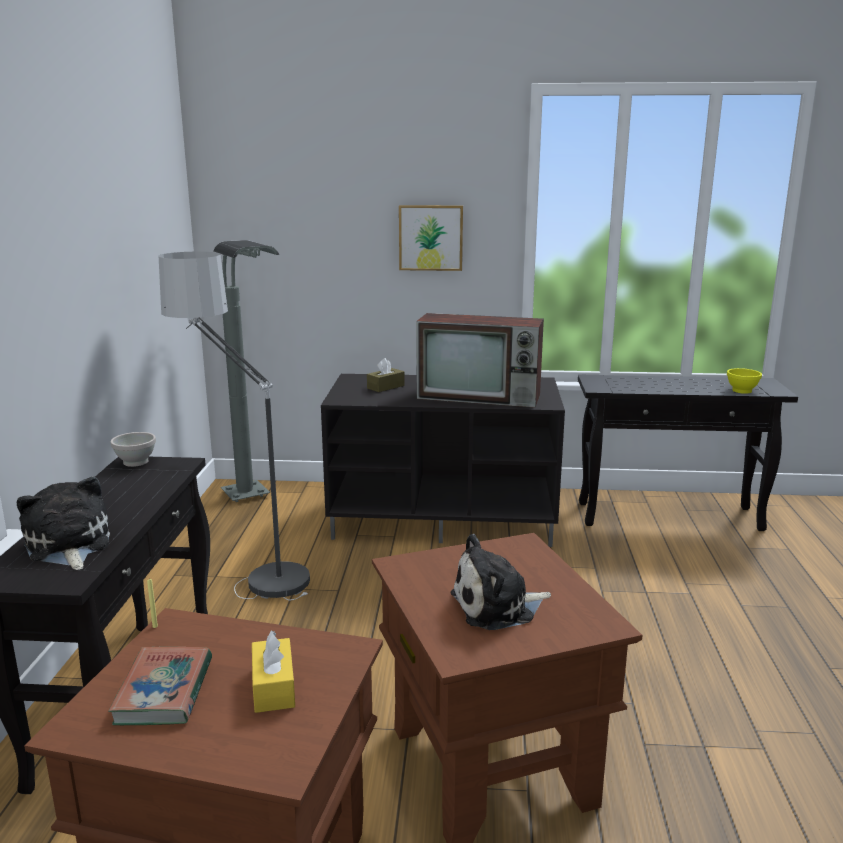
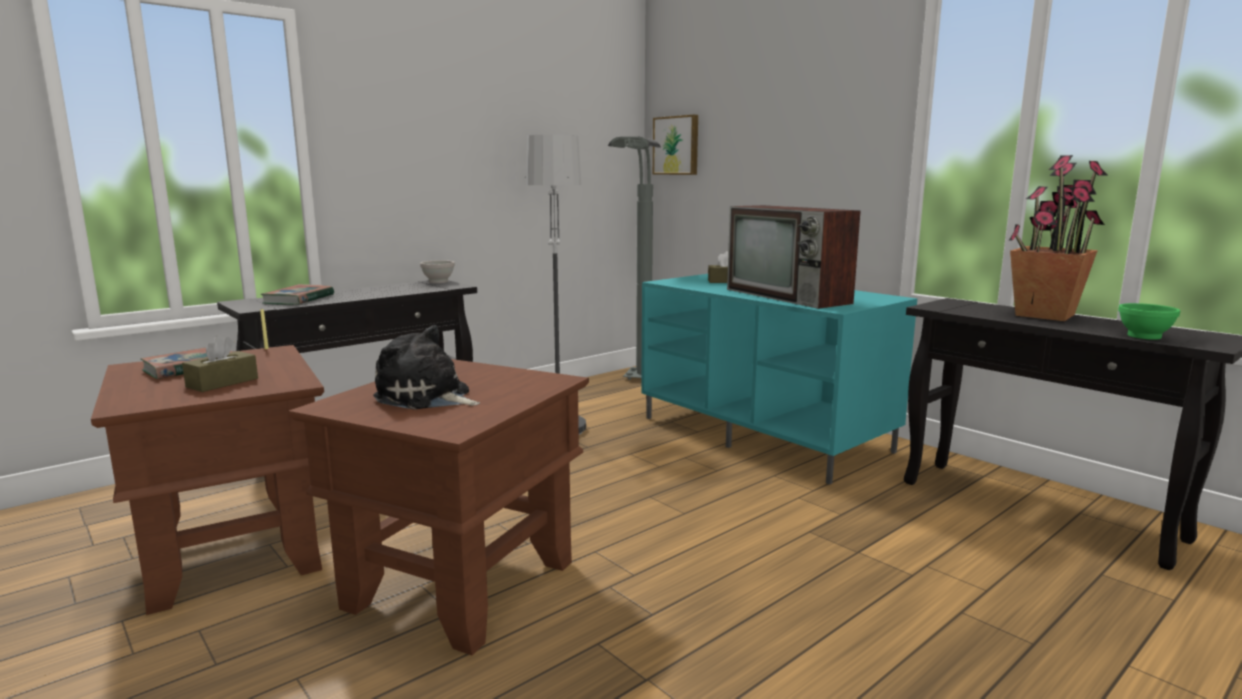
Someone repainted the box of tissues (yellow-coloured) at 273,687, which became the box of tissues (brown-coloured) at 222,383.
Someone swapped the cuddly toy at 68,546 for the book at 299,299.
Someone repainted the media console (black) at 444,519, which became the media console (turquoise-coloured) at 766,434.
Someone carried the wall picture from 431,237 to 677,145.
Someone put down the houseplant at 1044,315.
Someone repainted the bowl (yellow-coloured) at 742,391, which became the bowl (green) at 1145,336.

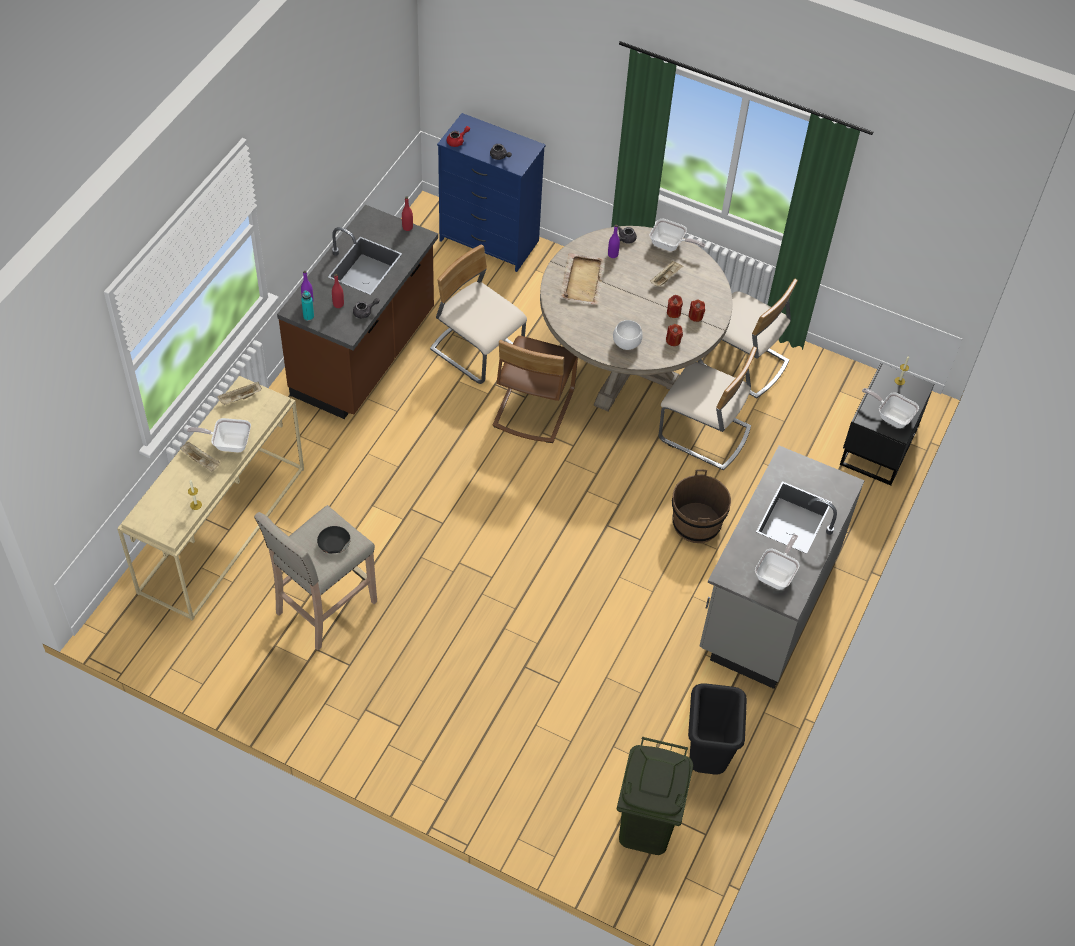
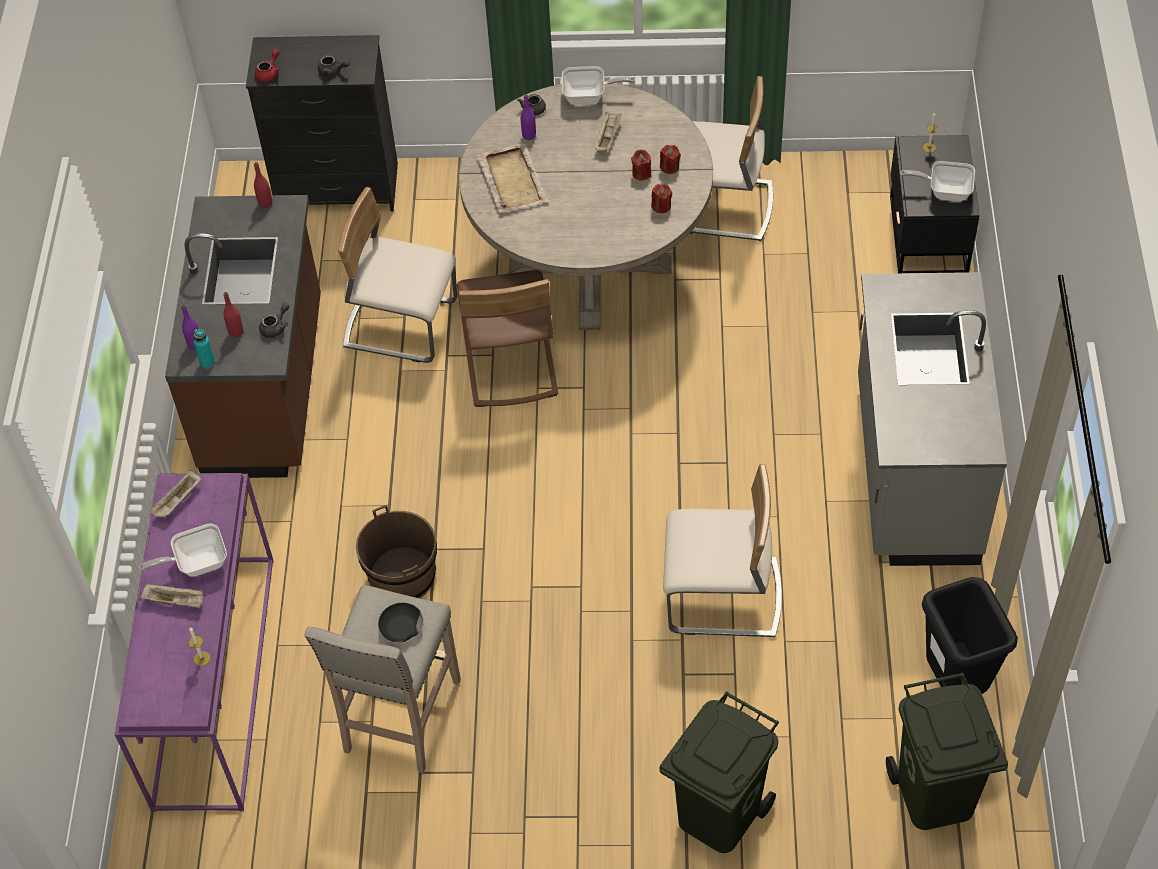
Someone repainted the narrow table (sand-coloured) at 222,528, which became the narrow table (purple) at 213,679.
Someone repainted the chest of drawers (blue-coloured) at 488,241, which became the chest of drawers (black) at 337,188.
Someone carried the water bucket (brown-coloured) from 696,523 to 402,576.
Someone put down the waste bin (green) at 717,813.
Someone carried the upright chair (sand-coloured) from 704,434 to 723,597.
Someone took away the bowl (white) at 625,344.
Someone took away the skillet at 776,574.

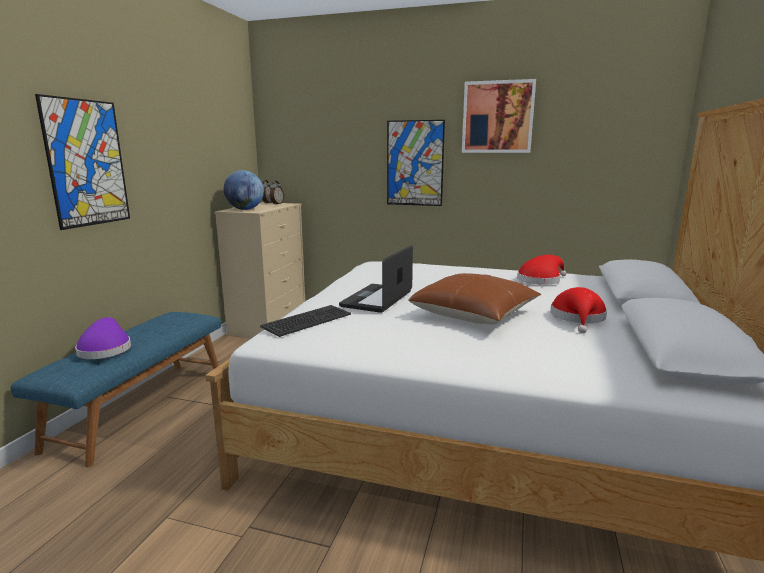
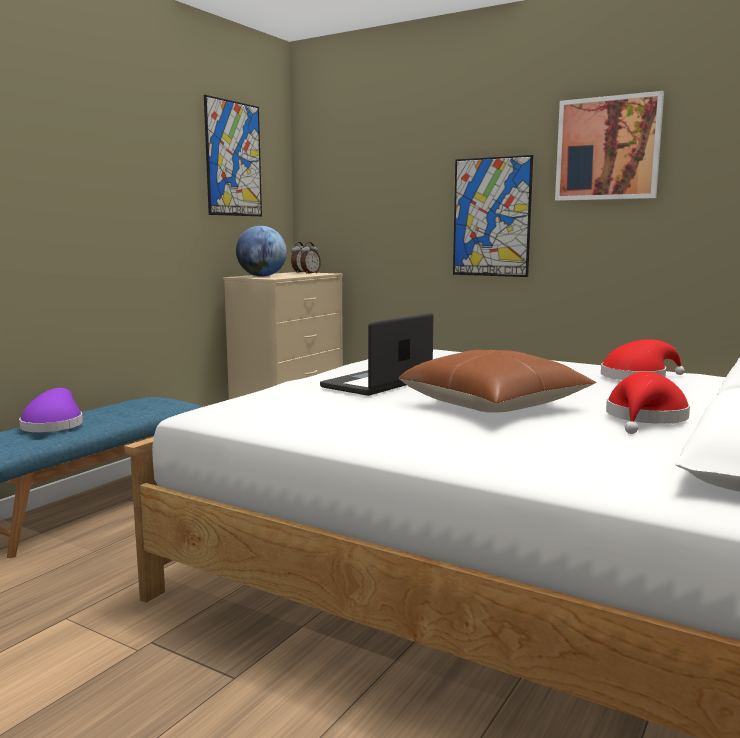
Someone carried the wall picture from 87,163 to 233,159.
Someone took away the PC keyboard at 308,321.

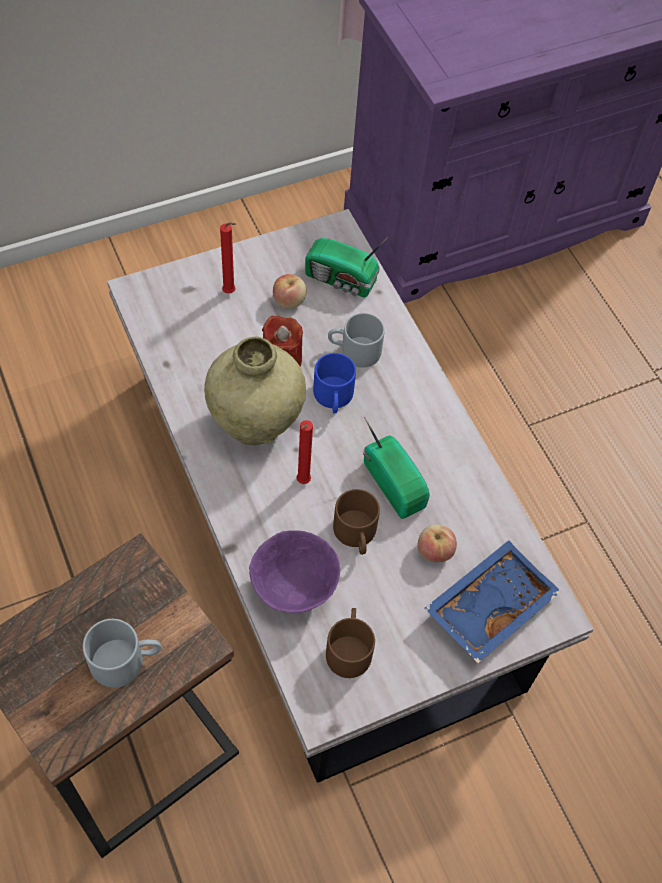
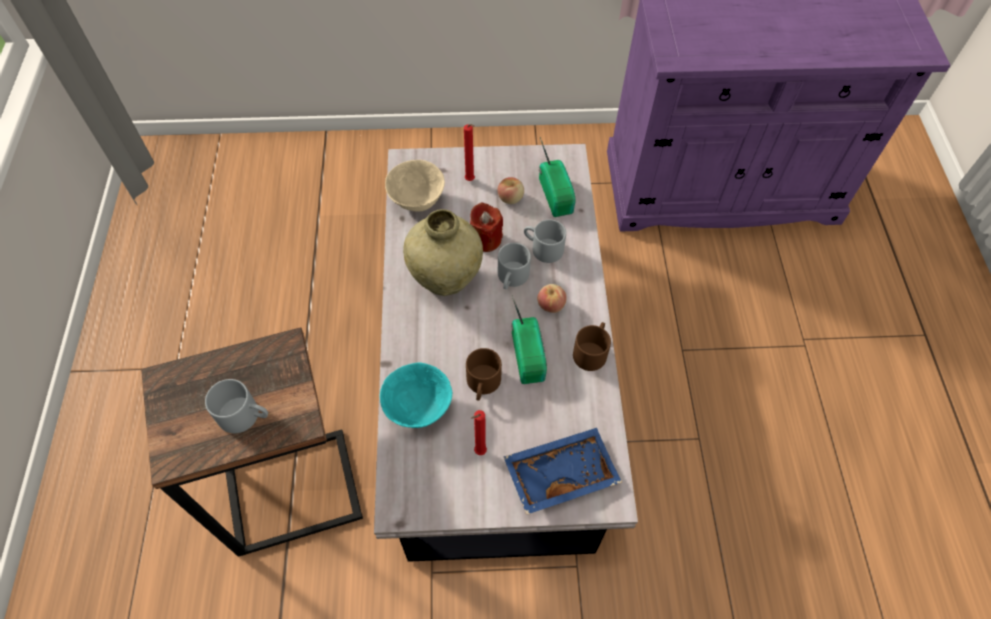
Someone repainted the bowl (purple) at 293,588, which became the bowl (turquoise-coloured) at 418,408.
Someone put down the bowl (sand-coloured) at 417,202.
Someone carried the wax candle (red-coloured) from 302,482 to 478,452.
Someone repainted the mug (blue-coloured) at 334,398, which became the mug (gray) at 512,278.
Someone carried the apple fruit from 434,551 to 551,305.
Someone rotated the radio receiver at 342,280 by 150 degrees counterclockwise.
Someone carried the mug (brown-coloured) from 348,648 to 591,350.

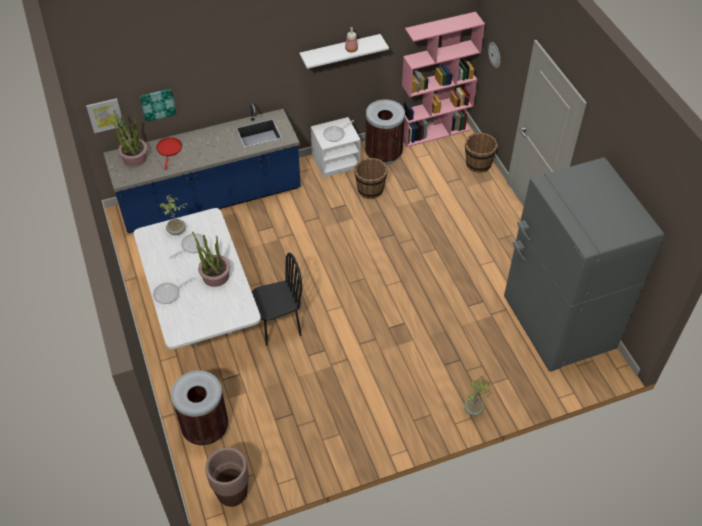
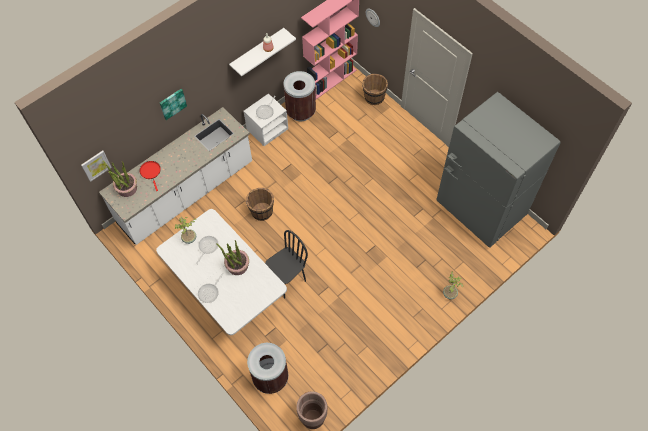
Someone repainted the counter (blue-coloured) at 211,200, which became the counter (white) at 186,194.
Someone carried the wall picture from 158,104 to 172,103.
Someone carried the water bucket (brown-coloured) from 370,189 to 261,211.

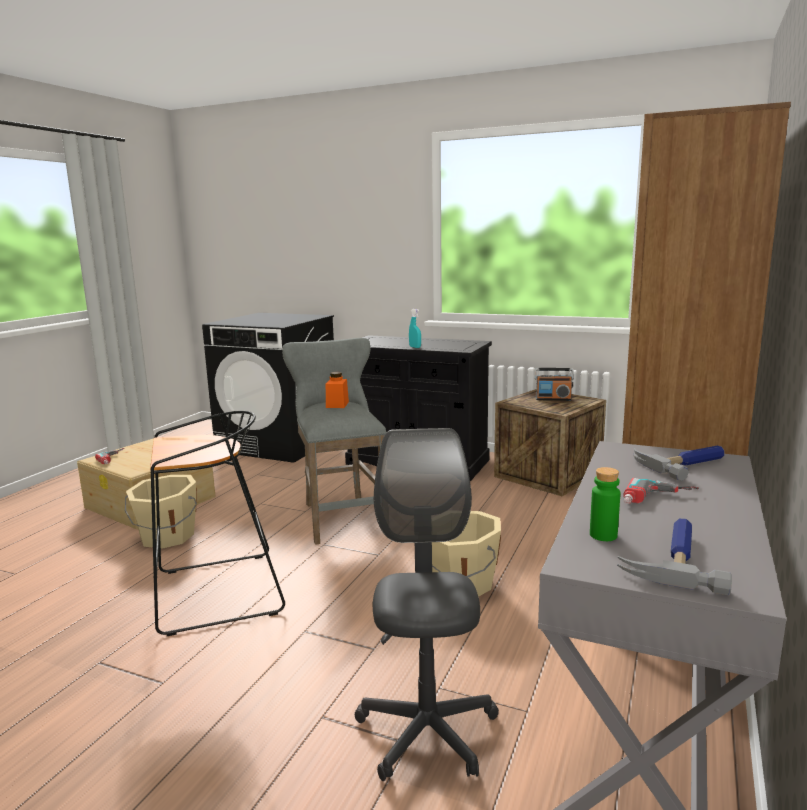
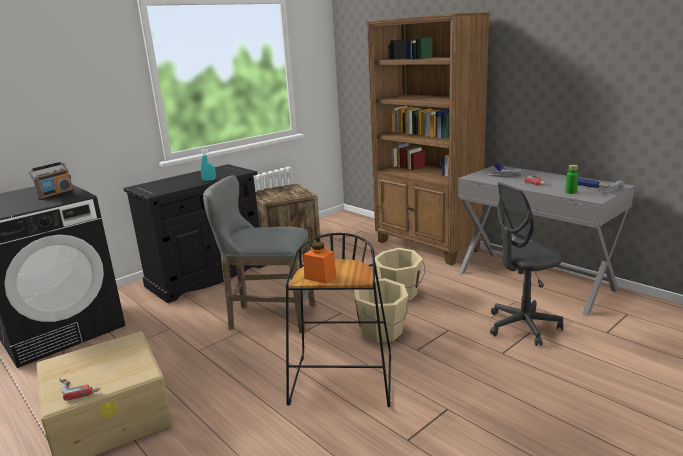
Someone carried the radio receiver from 553,399 to 55,195.
Someone carried the jar (orange) from 337,405 to 320,277.
Someone carried the water bucket (sand-coloured) from 167,537 to 382,331.
Someone rotated the office chair (gray) at 427,731 by 45 degrees counterclockwise.

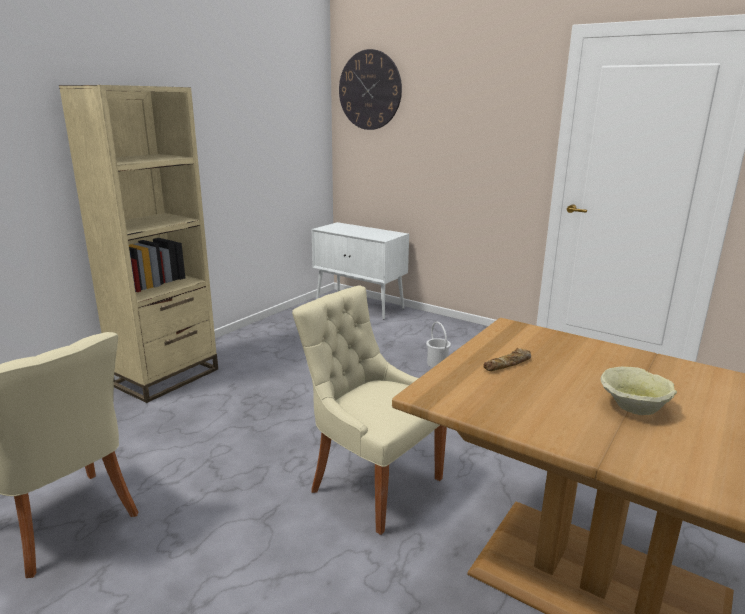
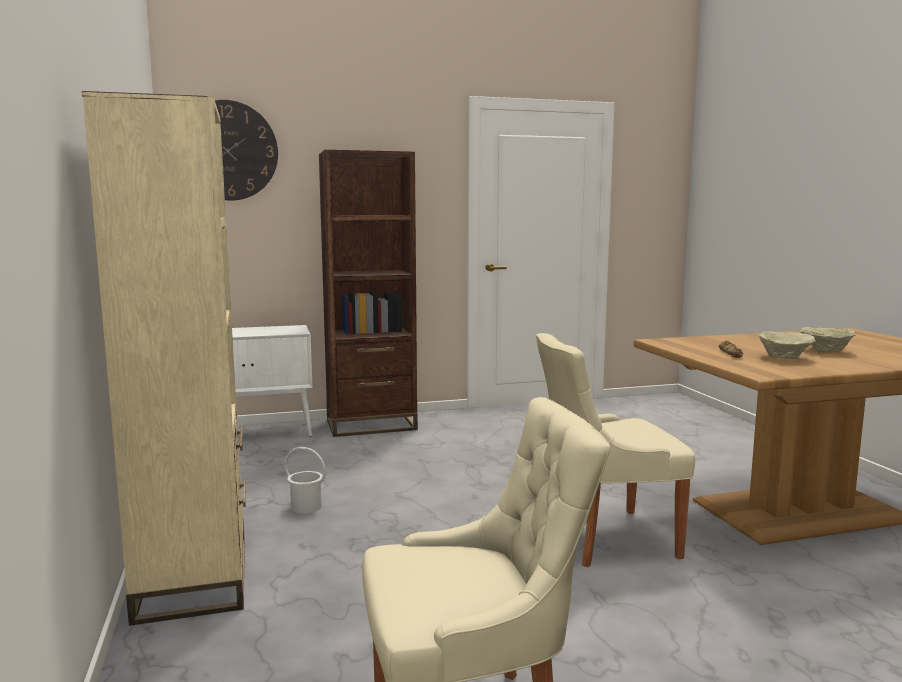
Someone carried the water bucket (white) from 437,363 to 306,507.
Someone put down the shelving unit (brown-coloured) at 371,425.
Someone put down the bowl (sand-coloured) at 785,358.

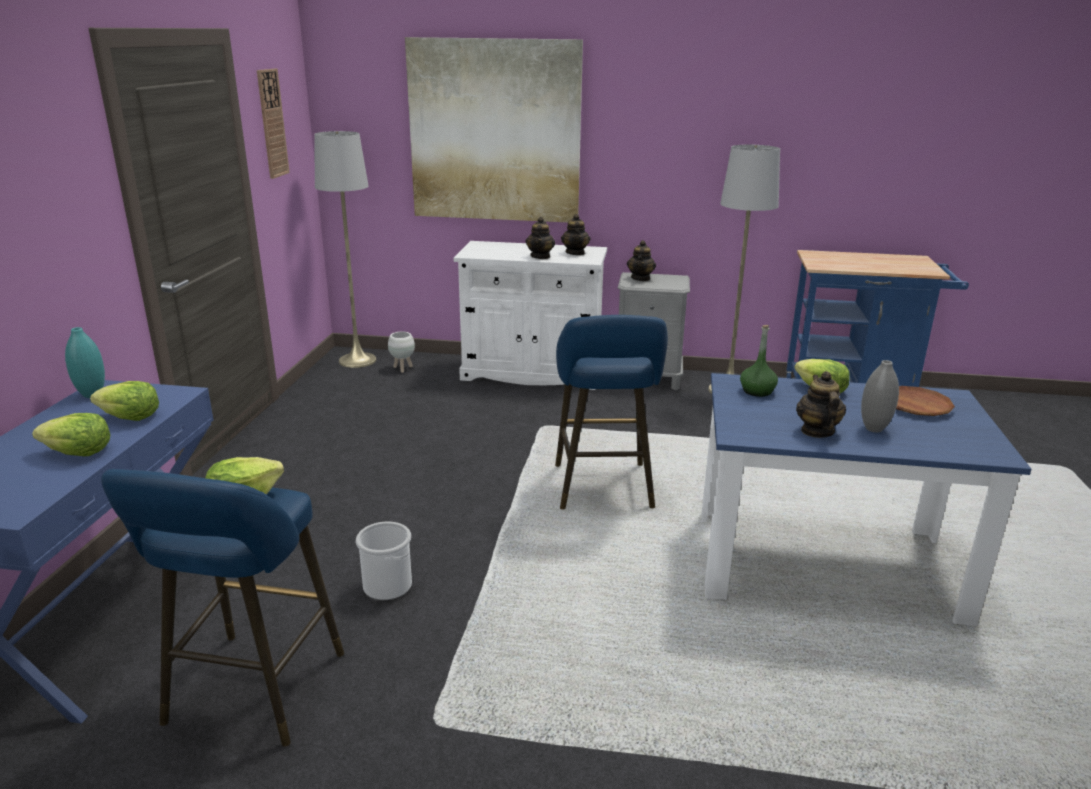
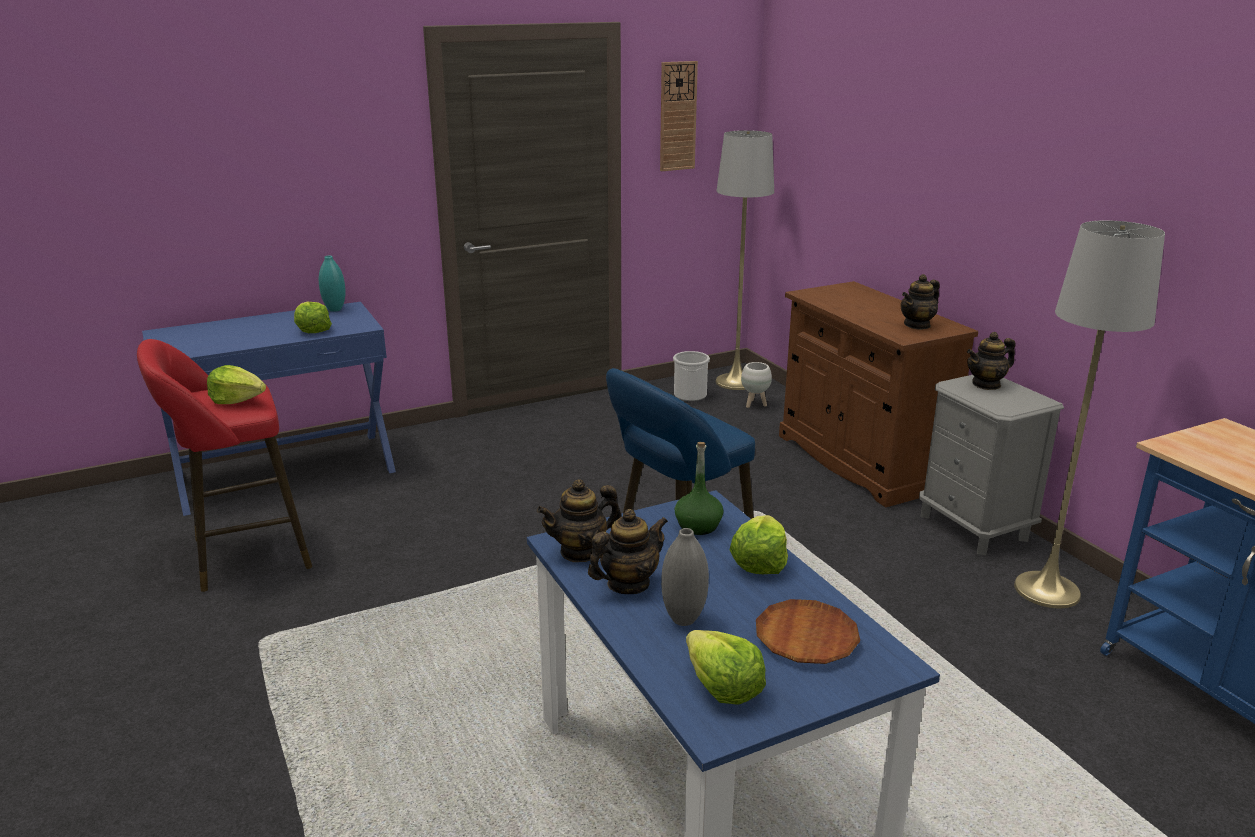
Someone repainted the sitting stool (blue-coloured) at 251,695, which became the sitting stool (red-coloured) at 243,555.
Someone carried the teapot from 540,256 to 580,551.
Someone carried the water bucket from 388,586 to 690,395.
Someone carried the lettuce head from 78,452 to 722,687.
Someone repainted the cabinet (white) at 532,373, which became the cabinet (brown-coloured) at 860,461.
Someone took away the wall picture at 495,131.

